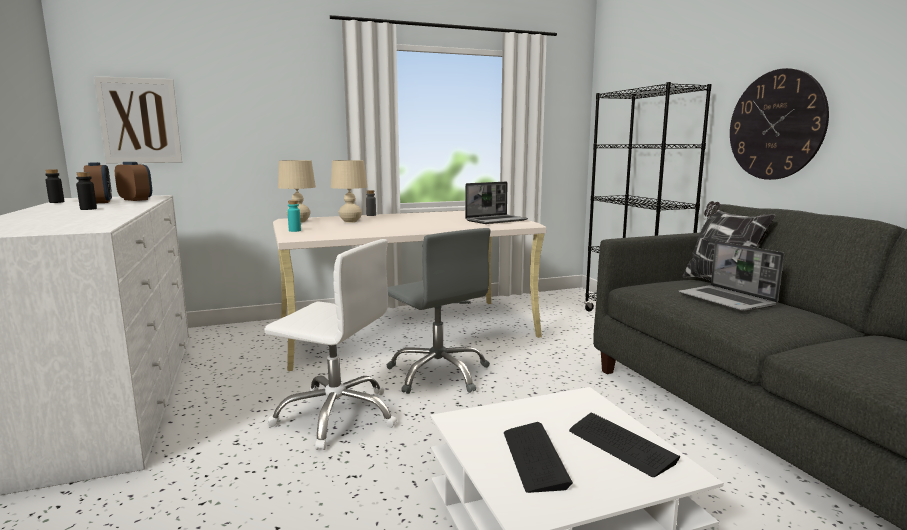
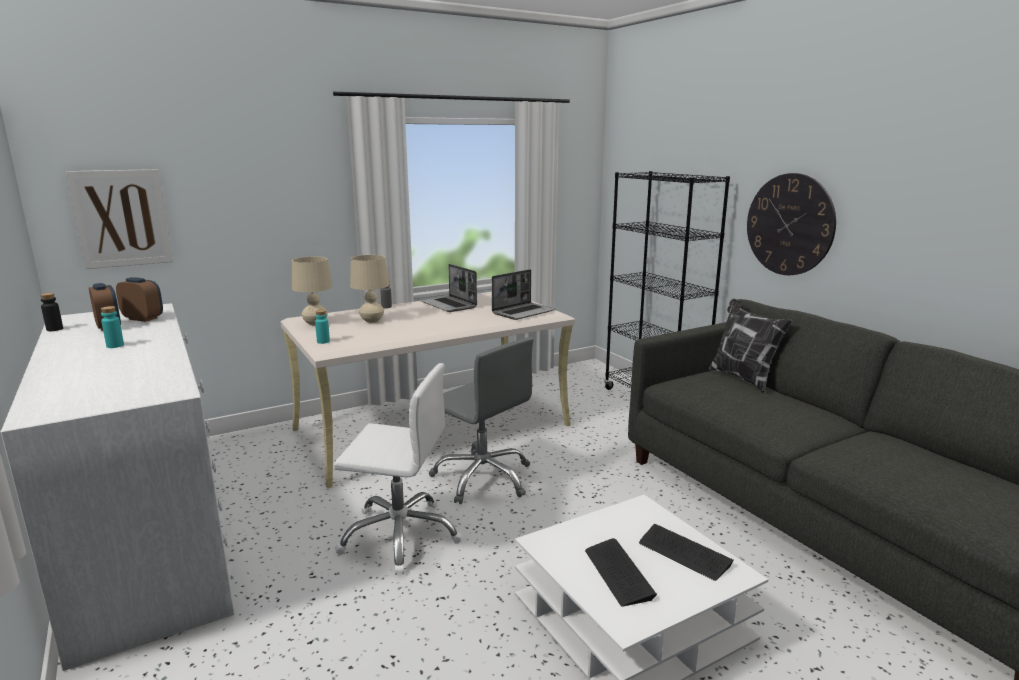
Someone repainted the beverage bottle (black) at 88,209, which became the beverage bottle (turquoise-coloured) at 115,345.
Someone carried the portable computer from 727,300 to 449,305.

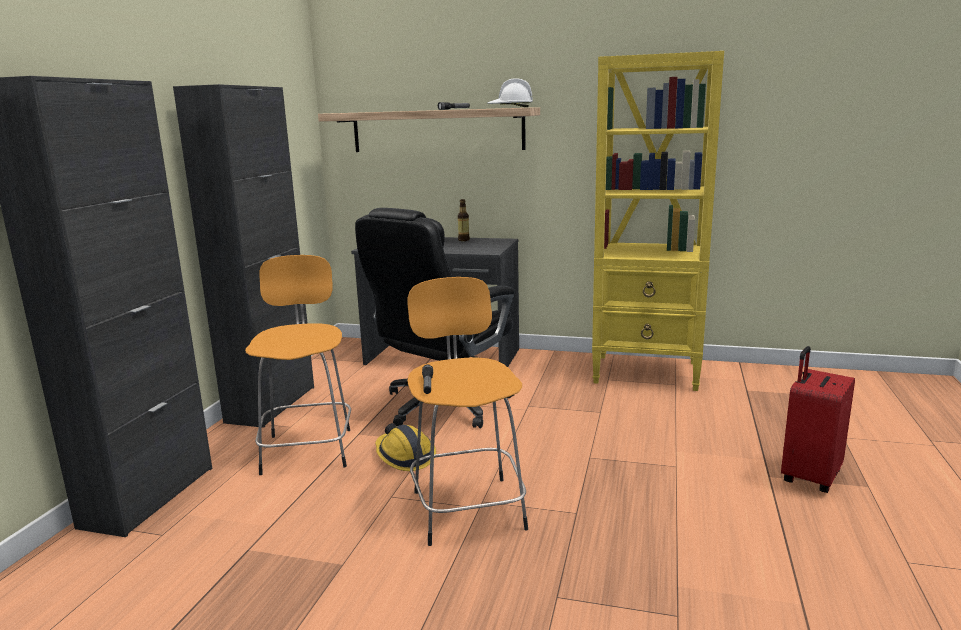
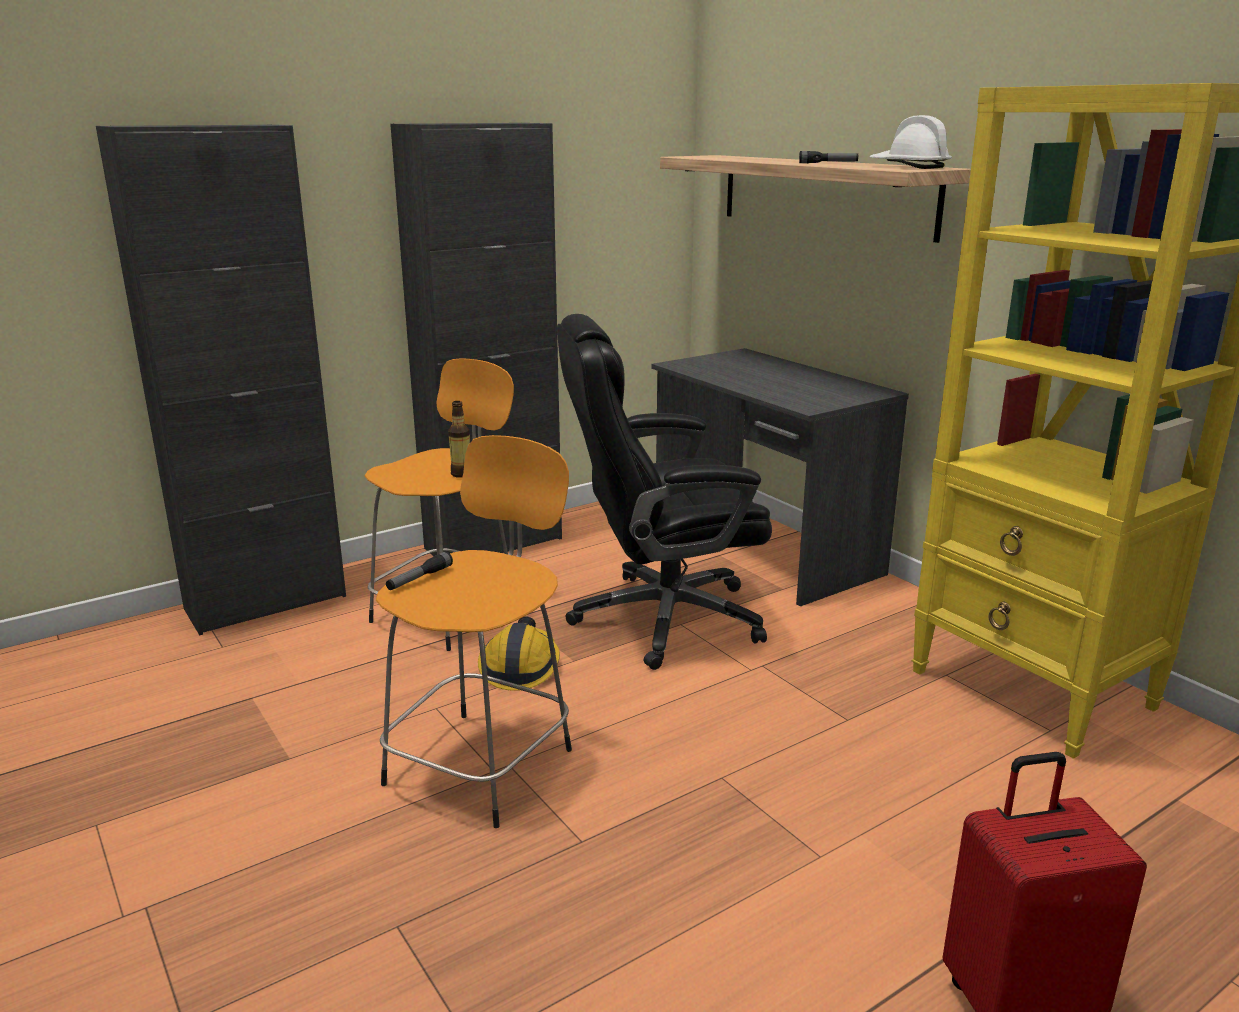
Someone carried the beverage bottle from 463,240 to 461,474.

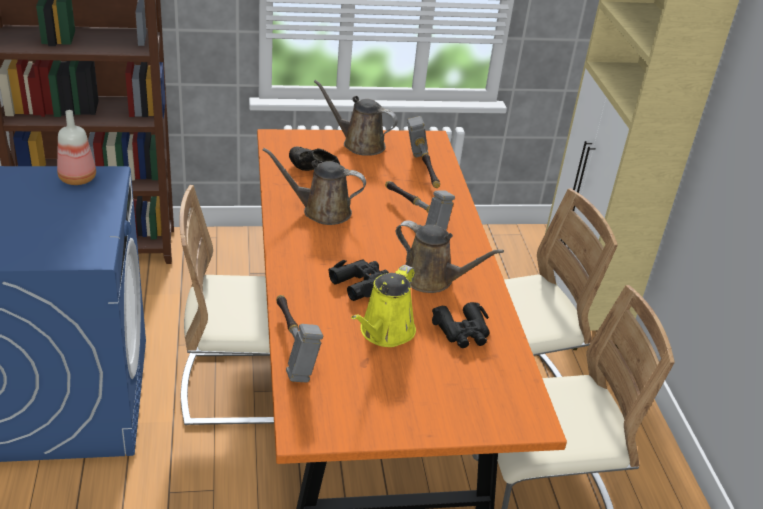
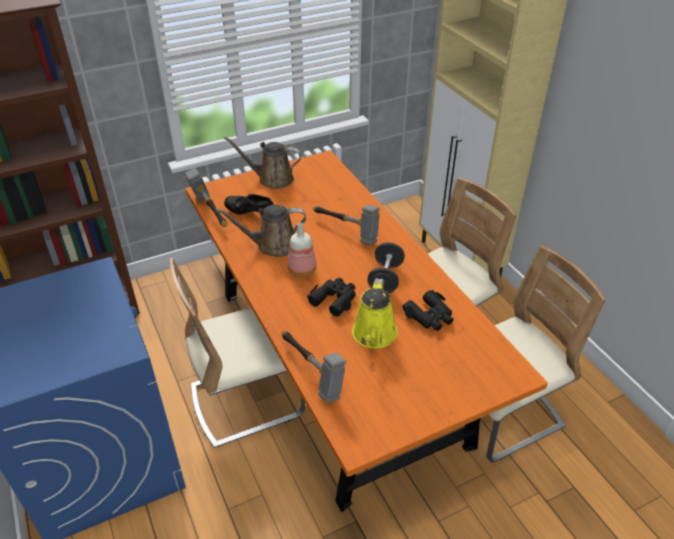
Someone carried the tool hammer from 423,171 to 210,212.
Someone carried the beverage bottle from 79,179 to 303,270.
Someone swapped the sprinkling can (brown-coloured) at 432,279 for the free weight (black) at 385,279.

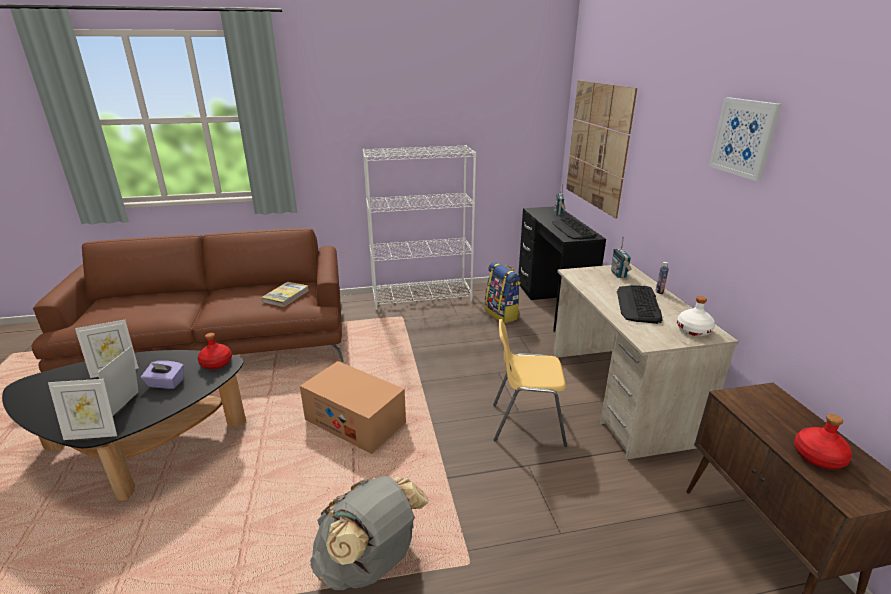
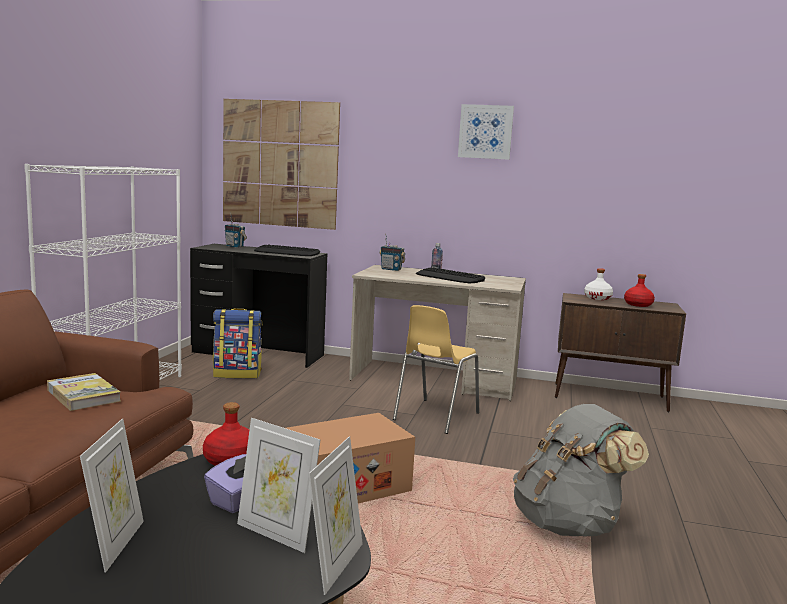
Someone carried the beverage bottle (white) from 694,330 to 597,298.

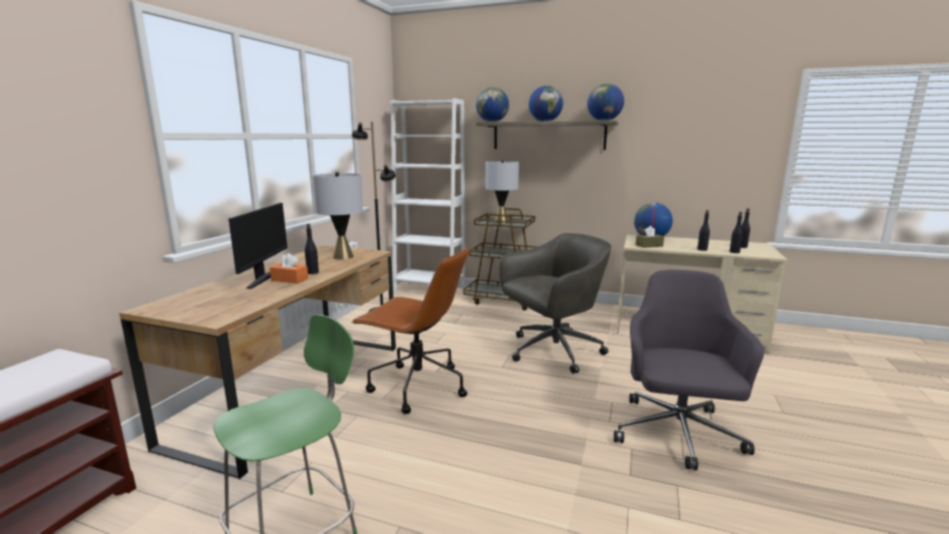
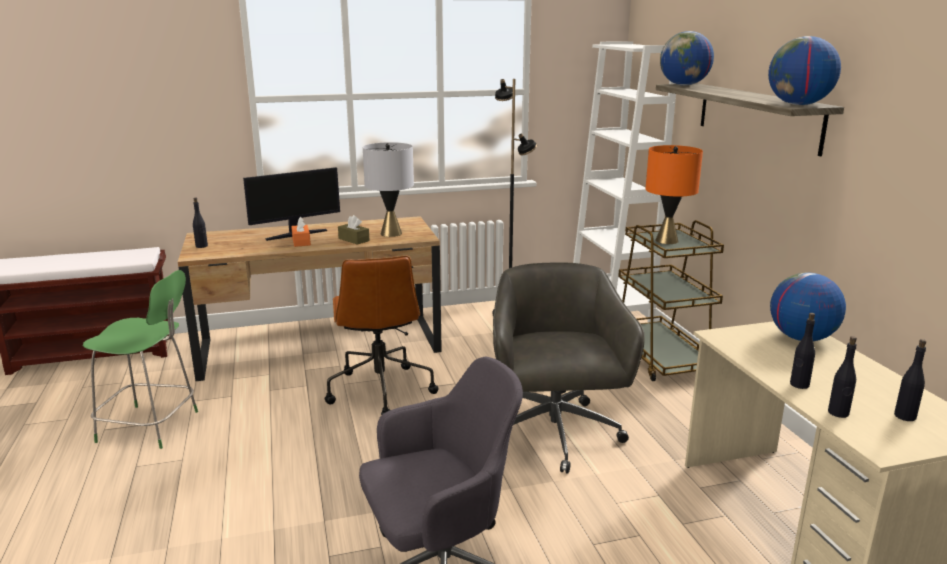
Someone carried the beverage bottle (black) from 313,272 to 202,246.
Someone carried the box of tissues (brown-coloured) from 649,245 to 354,240.
Someone rotated the office chair (gray) at 552,351 by 120 degrees counterclockwise.
Someone repainted the table lamp (gray) at 501,222, which became the table lamp (orange) at 667,240.
Someone took away the globe at 545,121.

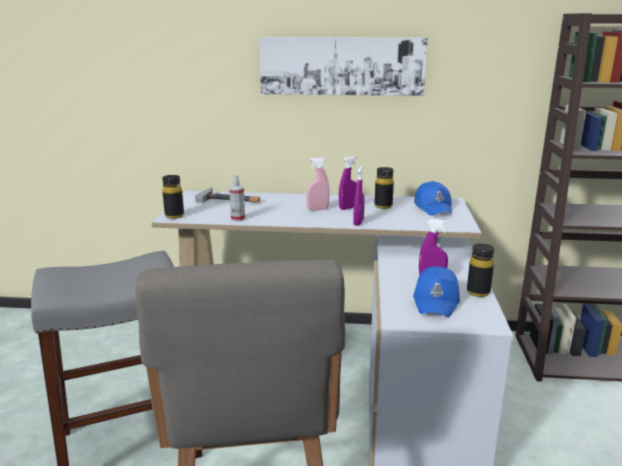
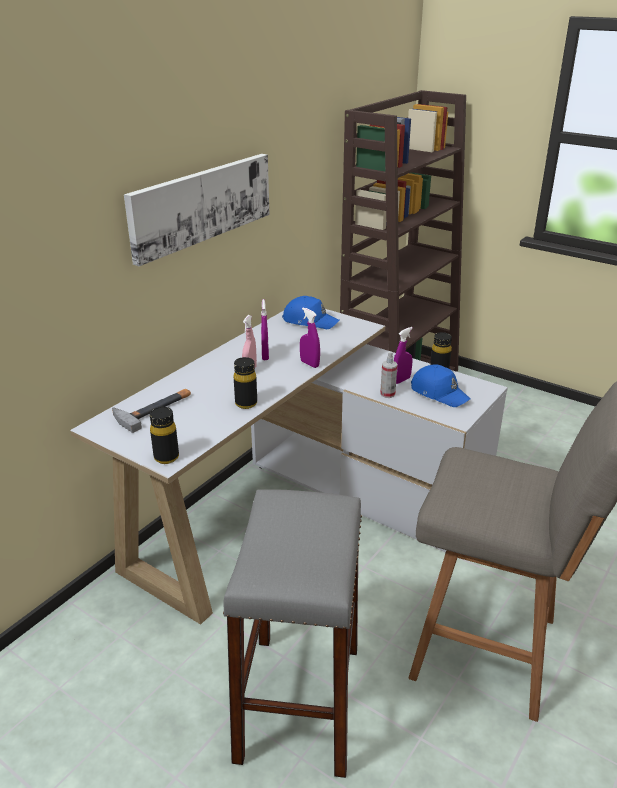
Someone carried the beverage bottle (black) from 383,206 to 246,403.
Someone carried the spray bottle from 238,219 to 387,394.

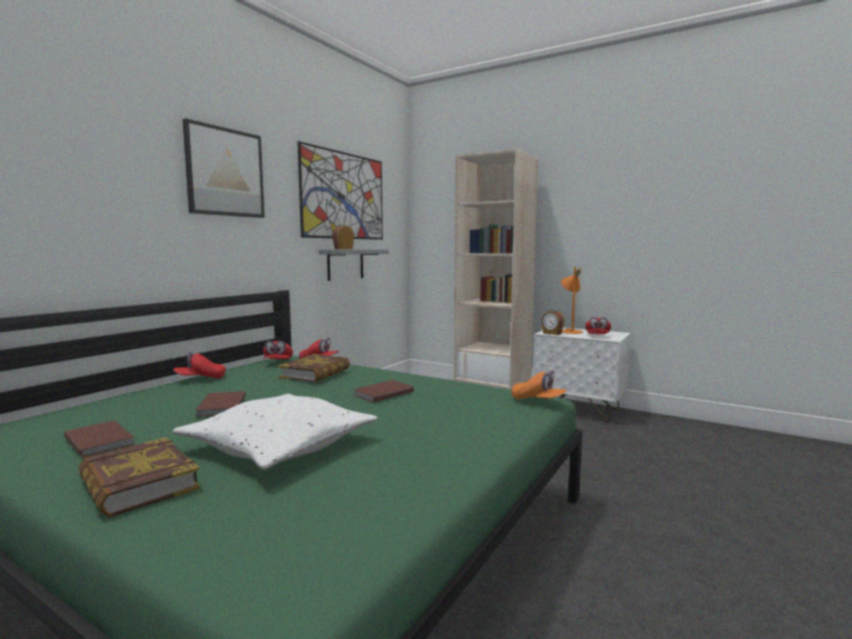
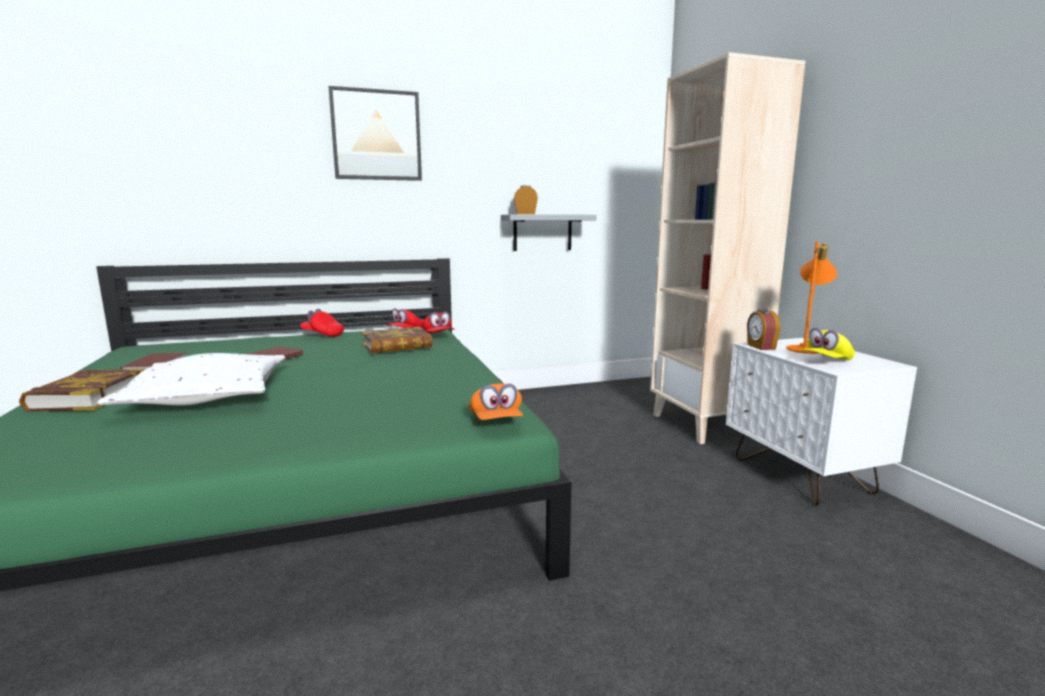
Someone repainted the baseball cap (red-coloured) at 597,336, which became the baseball cap (yellow-coloured) at 826,362.
Someone took away the wall picture at 344,196.
Someone took away the book (brown-coloured) at 382,393.

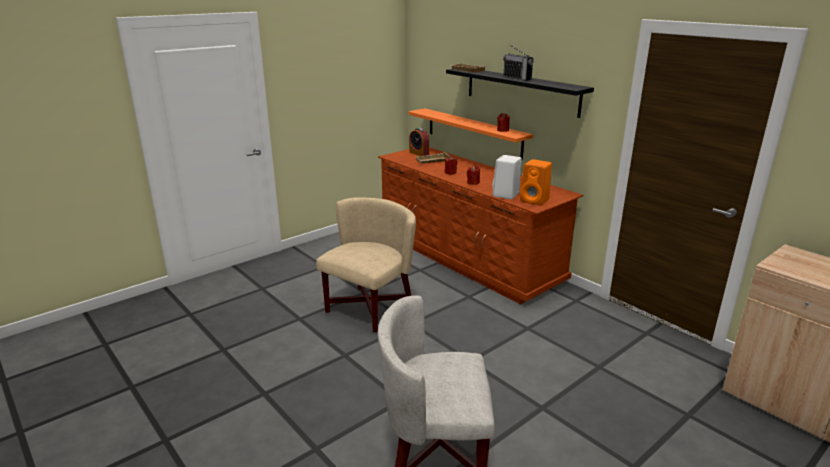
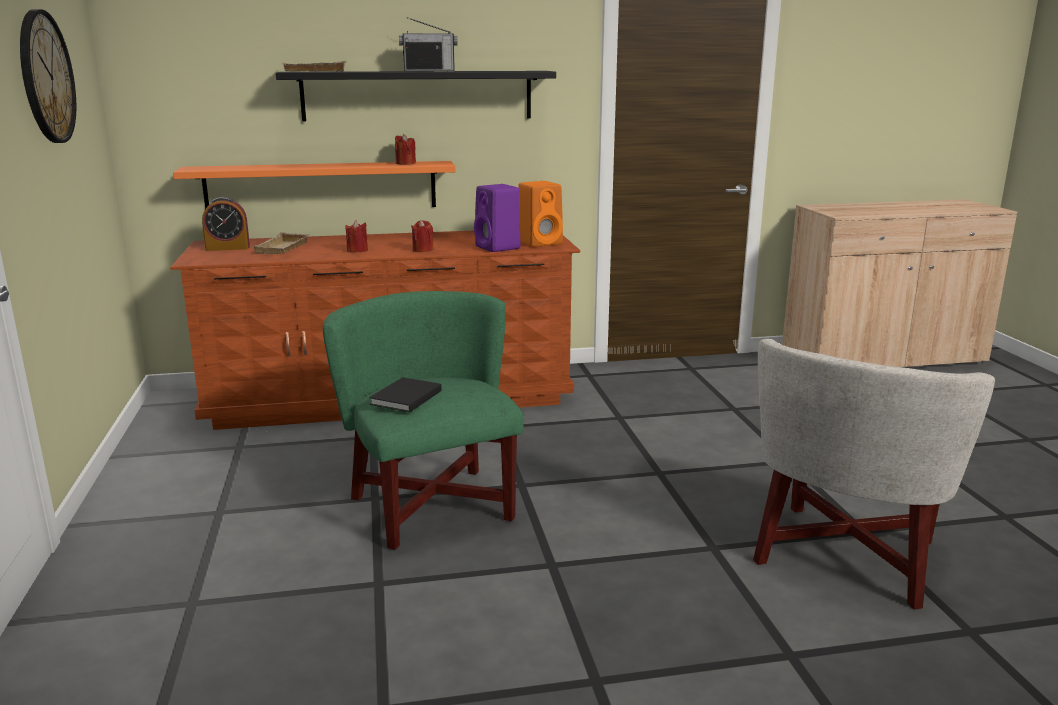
Someone put up the wall clock at 46,77.
Someone repainted the armchair (sand-coloured) at 369,308, which became the armchair (green) at 433,507.
Someone put down the book (black) at 404,398.
Someone repainted the loudspeaker (white) at 505,195, which became the loudspeaker (purple) at 499,248.

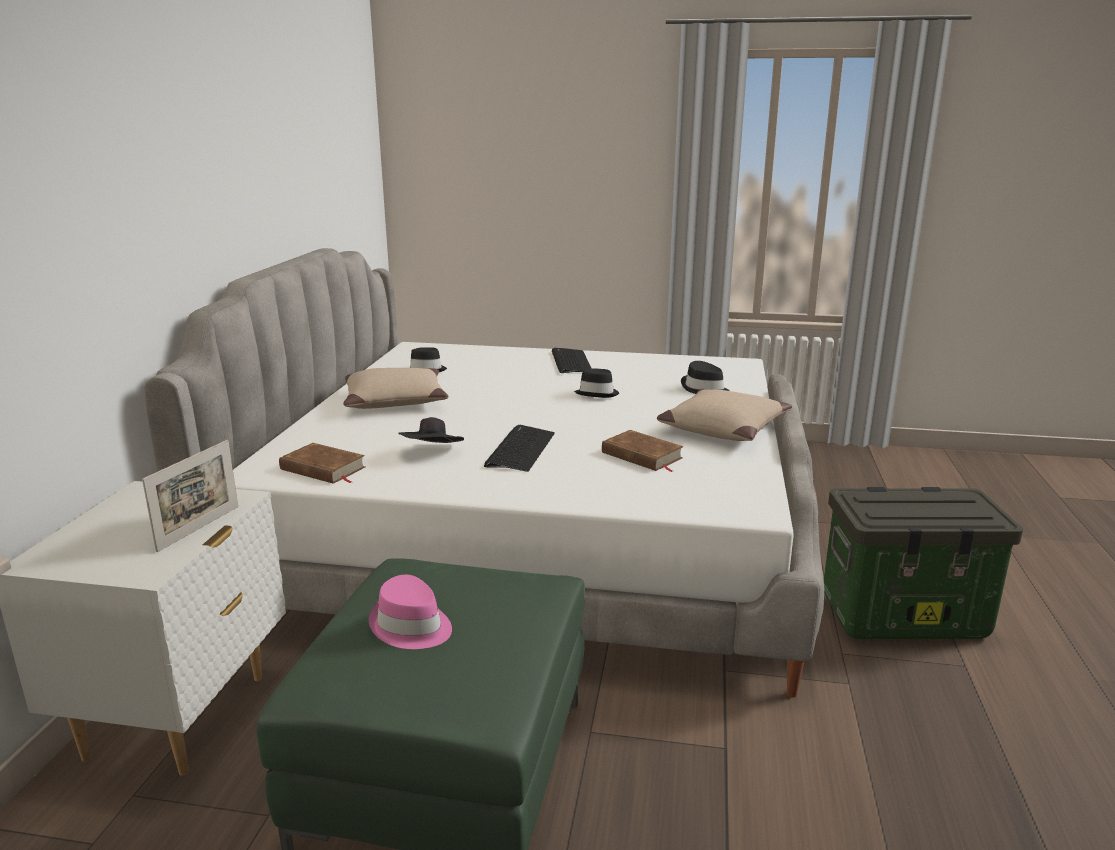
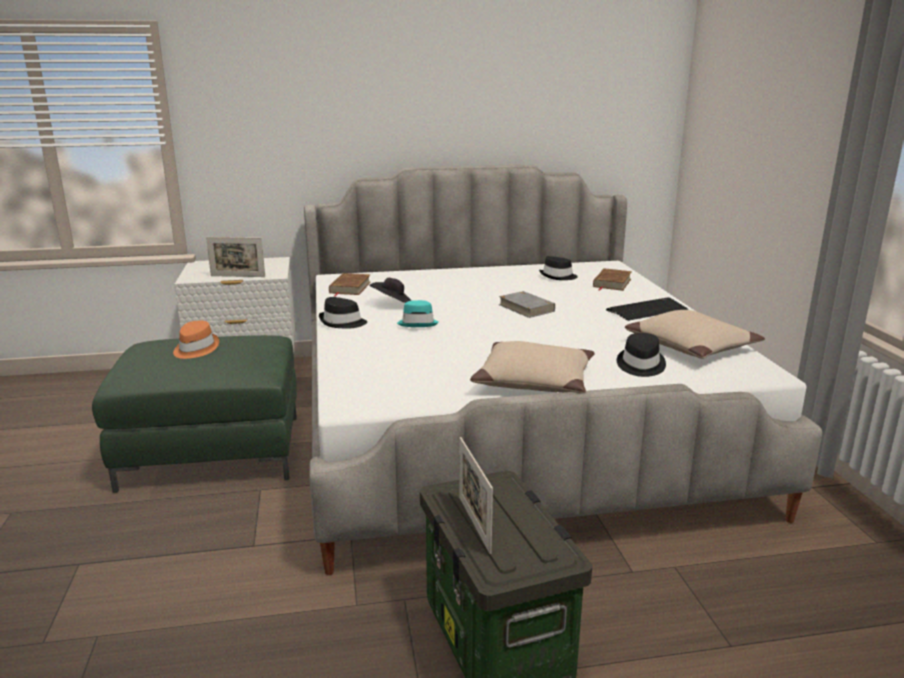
Someone repainted the clothing hat (pink) at 411,626, which became the clothing hat (orange) at 195,349.
Someone carried the clothing hat (black) from 597,393 to 342,322.
Someone swapped the PC keyboard at 520,450 for the clothing hat (turquoise-coloured) at 418,323.
Someone put down the standing frame at 474,524.
Someone put down the book (gray) at 526,308.
Someone carried the book (brown-coloured) from 641,456 to 612,283.
Someone carried the pillow (sand-coloured) from 395,400 to 691,346.

